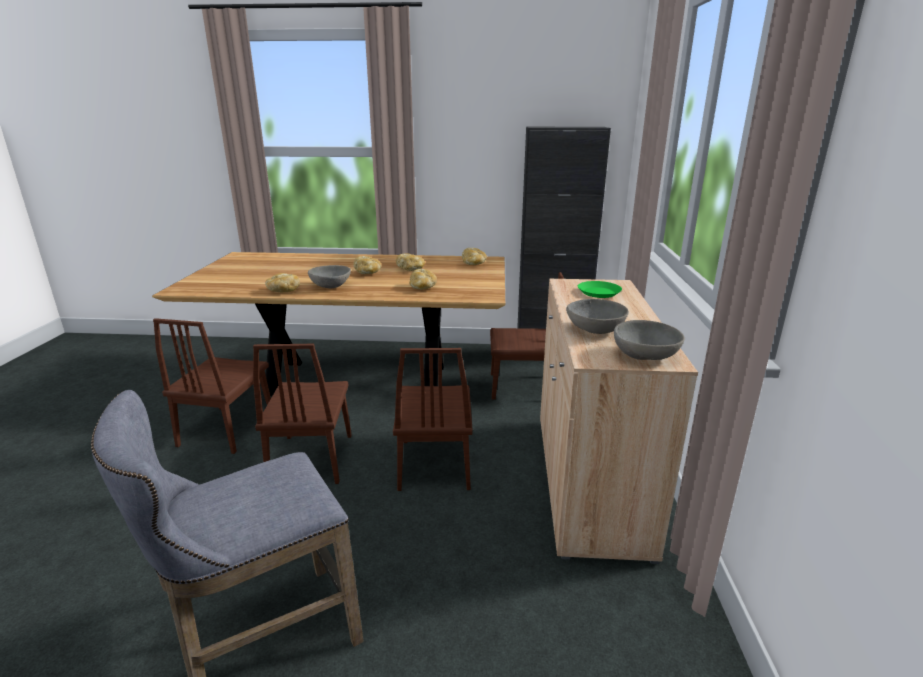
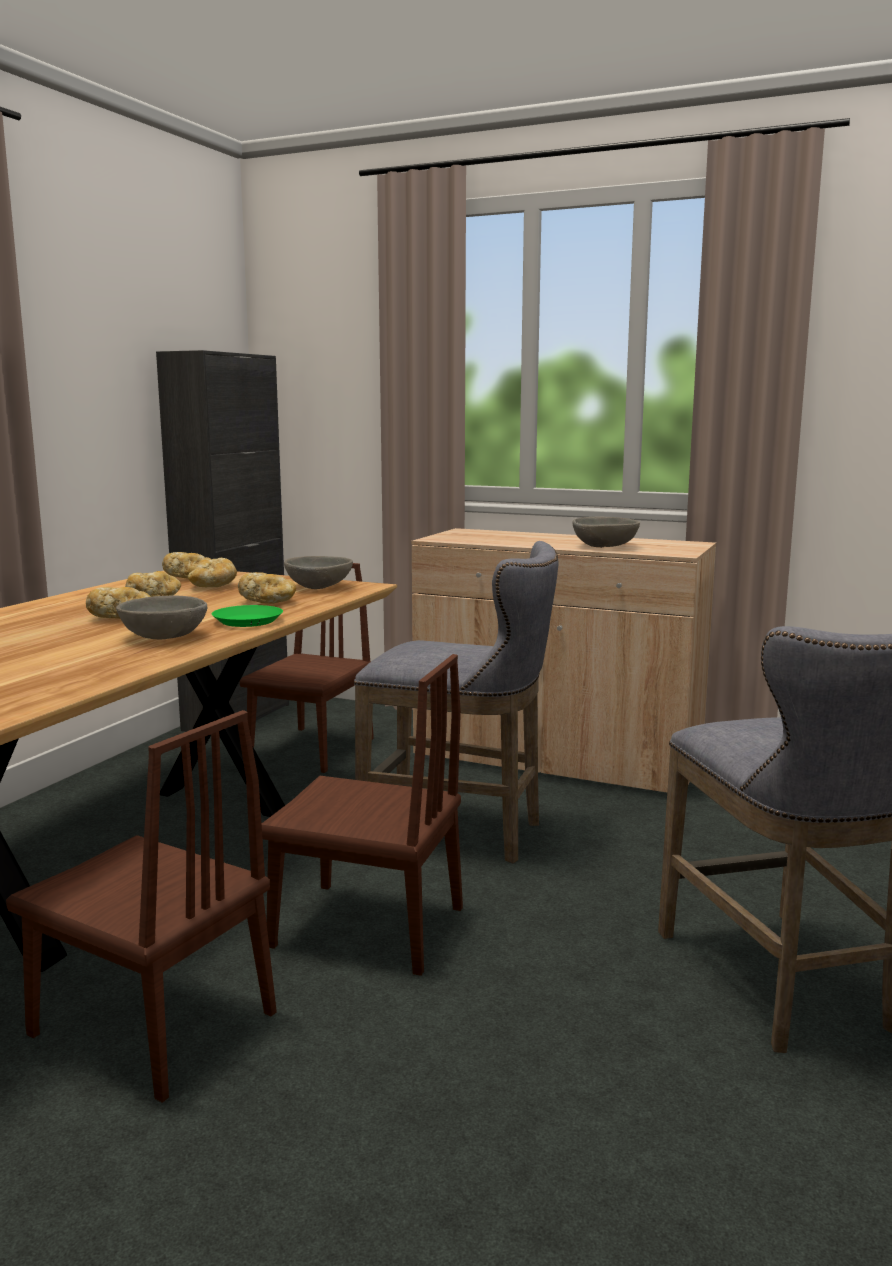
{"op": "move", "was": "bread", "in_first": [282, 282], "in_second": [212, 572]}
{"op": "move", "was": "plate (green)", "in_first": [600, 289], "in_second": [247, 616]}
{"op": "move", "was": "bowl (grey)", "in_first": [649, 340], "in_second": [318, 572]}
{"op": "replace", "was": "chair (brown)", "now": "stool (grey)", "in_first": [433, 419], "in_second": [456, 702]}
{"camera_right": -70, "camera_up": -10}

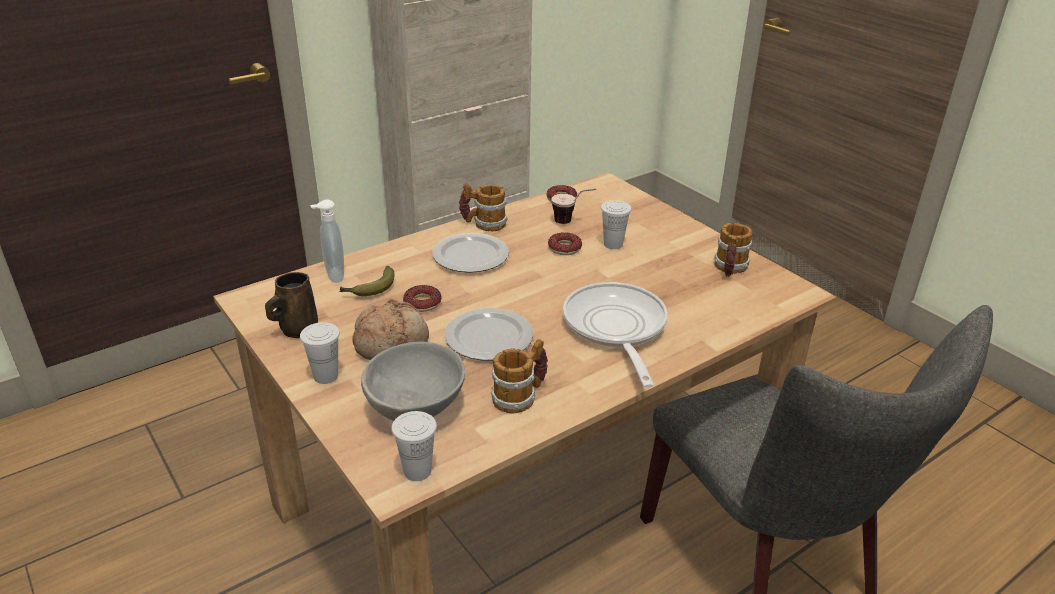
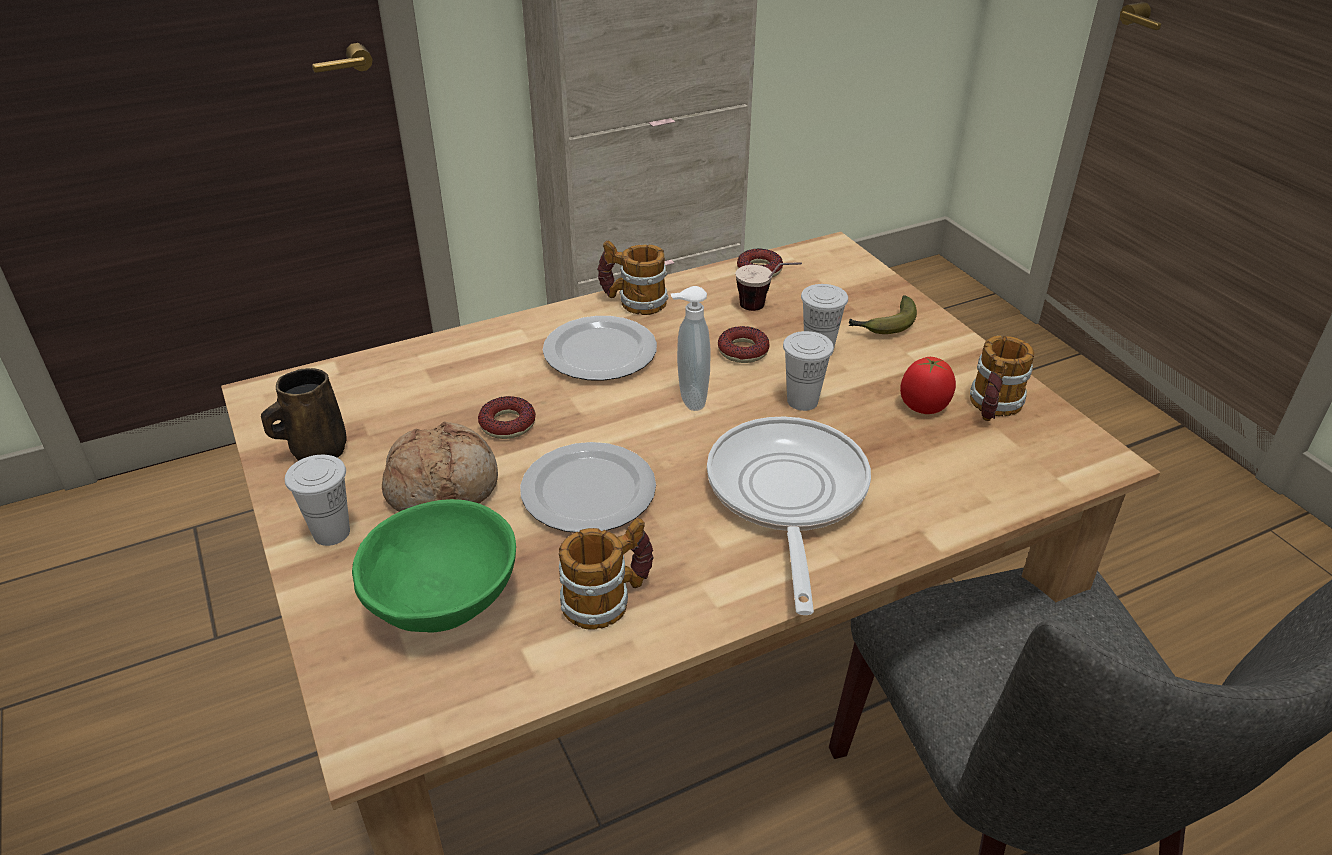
{"op": "insert", "now": "tomato", "in_second": [928, 385]}
{"op": "move", "was": "soap dispenser", "in_first": [327, 241], "in_second": [690, 348]}
{"op": "move", "was": "banana", "in_first": [367, 281], "in_second": [883, 314]}
{"op": "move", "was": "cup (white)", "in_first": [414, 446], "in_second": [808, 371]}
{"op": "recolor", "was": "bowl (grey)", "now": "bowl (green)", "in_first": [413, 381], "in_second": [434, 565]}
{"camera_right": 10, "camera_up": 5}

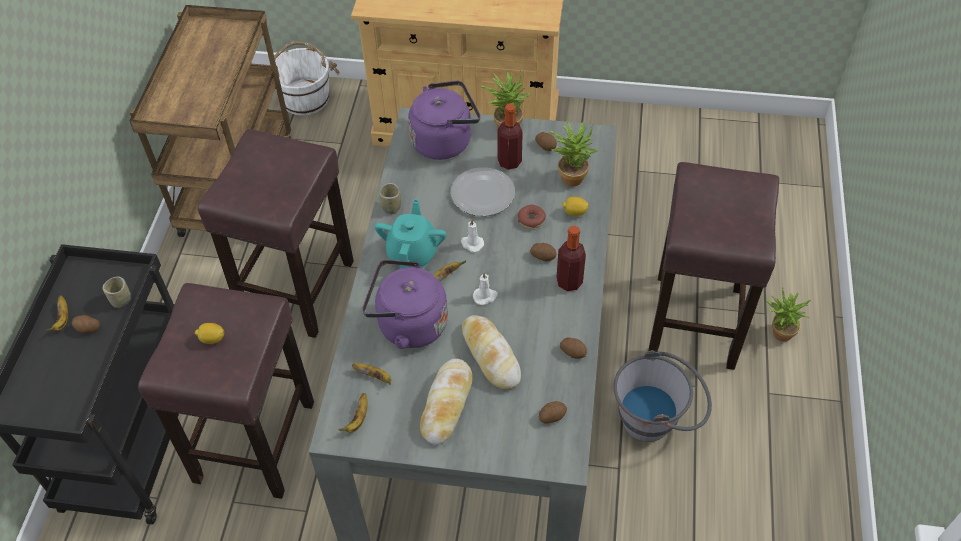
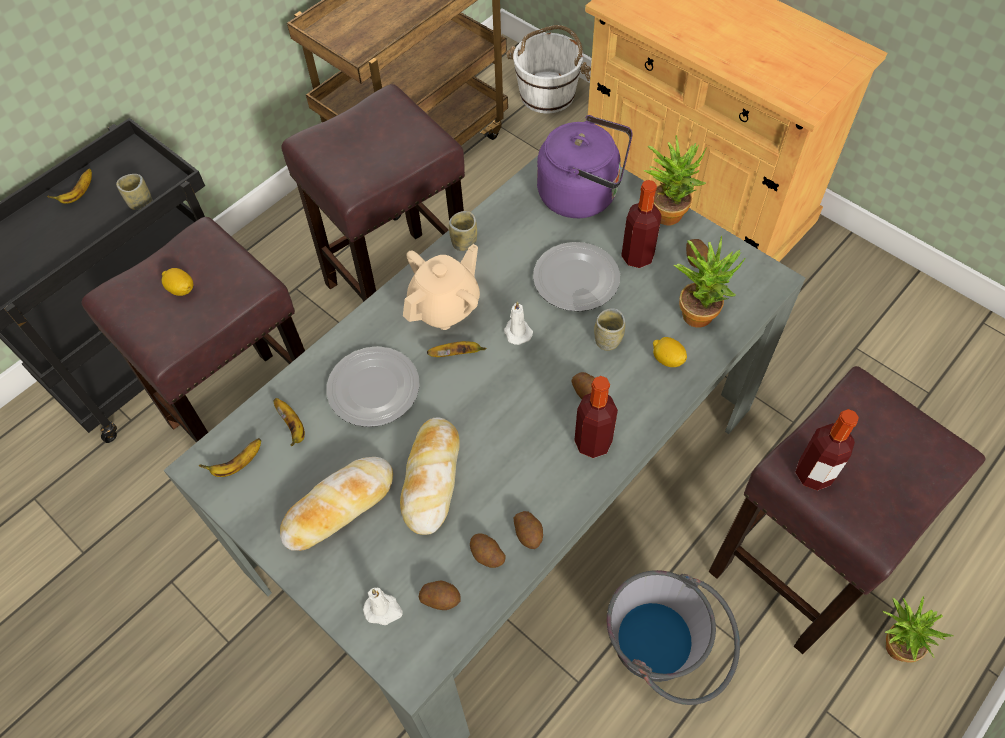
{"op": "insert", "now": "bottle", "in_second": [827, 449]}
{"op": "move", "was": "potato", "in_first": [86, 324], "in_second": [488, 550]}
{"op": "move", "was": "candle (white)", "in_first": [485, 288], "in_second": [383, 606]}
{"op": "replace", "was": "kettle (purple)", "now": "plate", "in_first": [405, 304], "in_second": [373, 386]}
{"op": "replace", "was": "donut", "now": "cup", "in_first": [532, 216], "in_second": [609, 329]}
{"op": "recolor", "was": "teapot (turquoise)", "now": "teapot (beige)", "in_first": [410, 233], "in_second": [441, 287]}
{"camera_right": 35, "camera_up": 5}

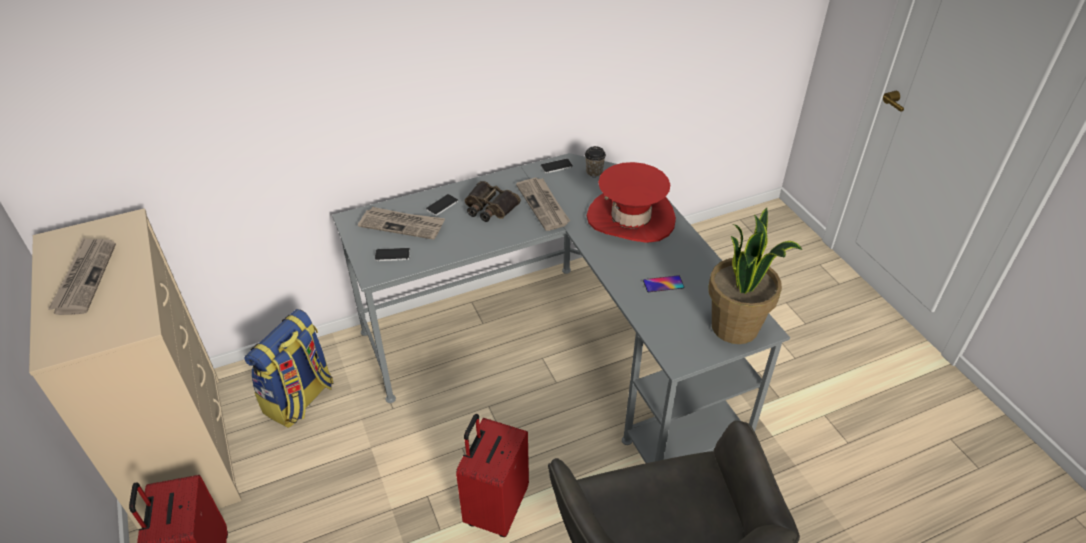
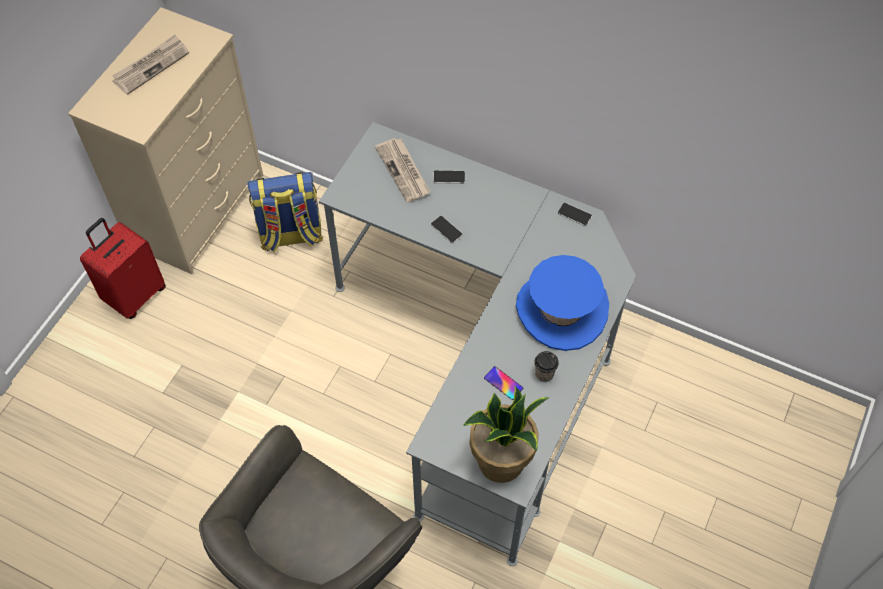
{"op": "delete", "was": "suitcase (red)", "in_first": [492, 475]}
{"op": "delete", "was": "binoculars", "in_first": [493, 201]}
{"op": "delete", "was": "newspaper", "in_first": [543, 204]}
{"op": "move", "was": "phone", "in_first": [392, 254], "in_second": [447, 229]}
{"op": "move", "was": "cup", "in_first": [595, 161], "in_second": [546, 366]}
{"op": "recolor", "was": "hat (red)", "now": "hat (blue)", "in_first": [631, 202], "in_second": [562, 303]}
{"camera_right": 50, "camera_up": 15}

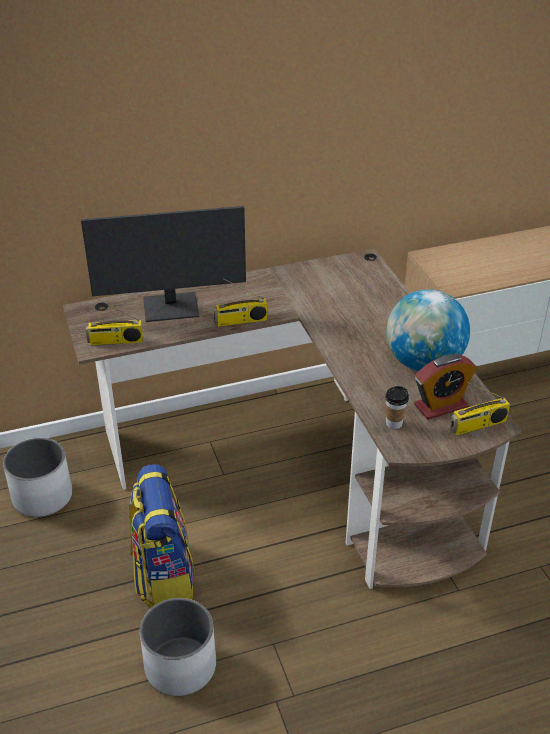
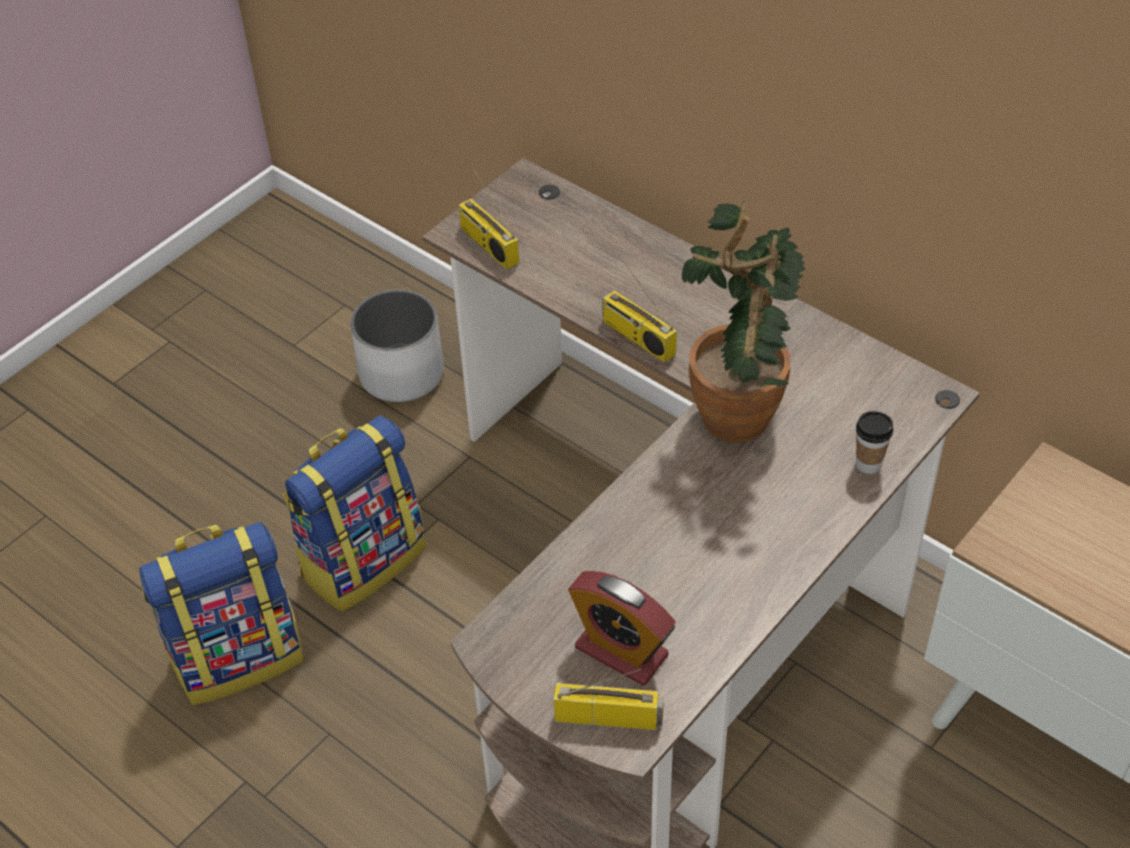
{"op": "delete", "was": "monitor", "in_first": [163, 264]}
{"op": "delete", "was": "globe", "in_first": [428, 330]}
{"op": "insert", "now": "potted plant", "in_second": [744, 318]}
{"op": "move", "was": "cup", "in_first": [397, 407], "in_second": [874, 442]}
{"op": "replace", "was": "planter (white)", "now": "backpack", "in_first": [178, 647], "in_second": [222, 613]}
{"op": "rotate", "was": "radio", "in_first": [480, 409], "in_second": [609, 699], "clockwise": 150}
{"camera_right": 60, "camera_up": 10}

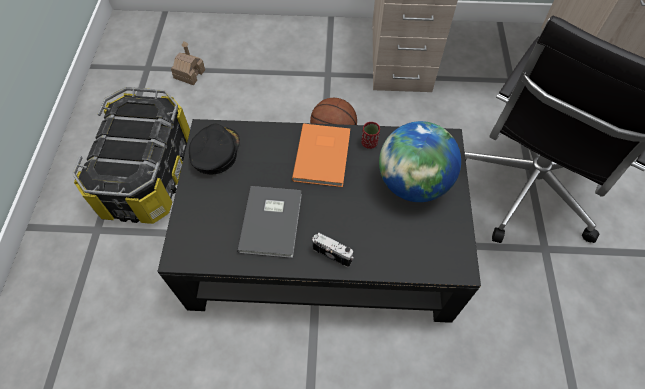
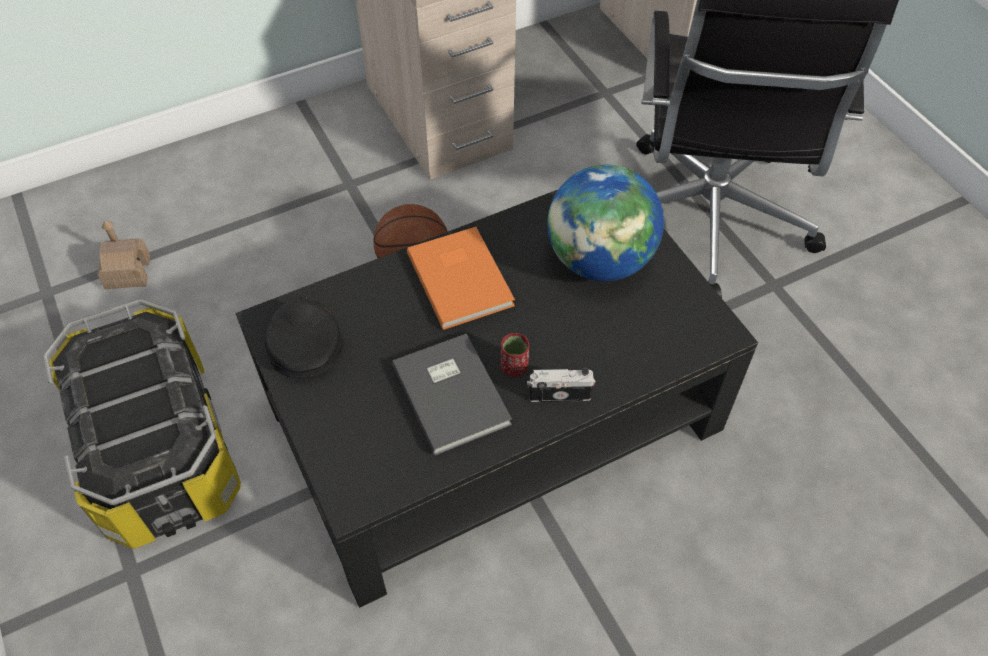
{"op": "move", "was": "cup (red)", "in_first": [370, 135], "in_second": [515, 355]}
{"camera_right": -30, "camera_up": -5}

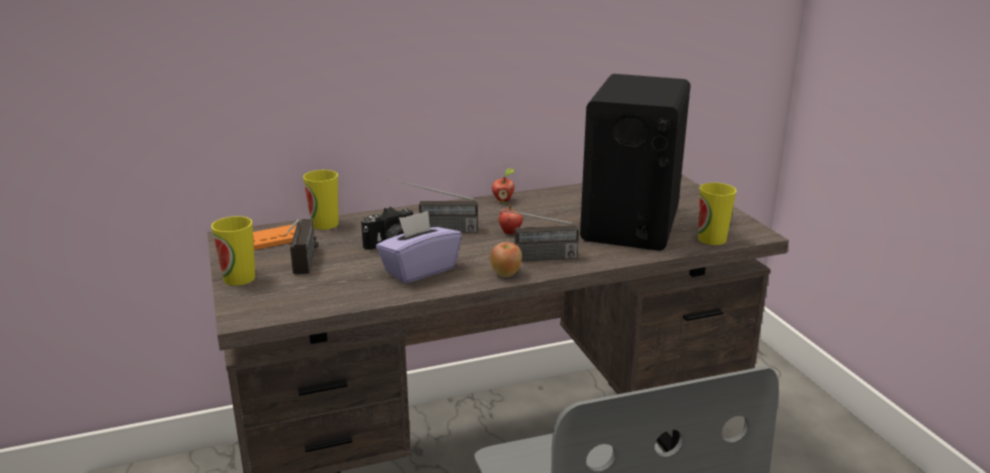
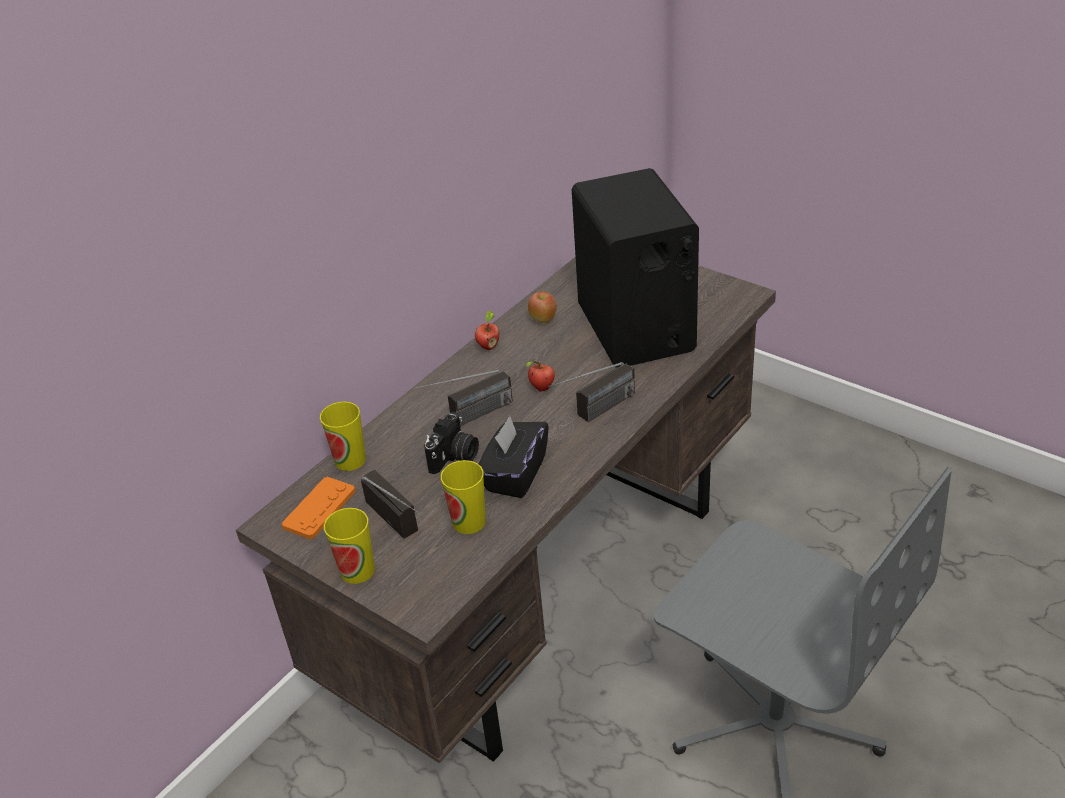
{"op": "move", "was": "apple", "in_first": [506, 259], "in_second": [542, 307]}
{"op": "move", "was": "cup", "in_first": [717, 214], "in_second": [463, 497]}
{"op": "recolor", "was": "tissue box (purple)", "now": "tissue box (black)", "in_first": [419, 247], "in_second": [514, 457]}
{"camera_right": -30, "camera_up": 15}

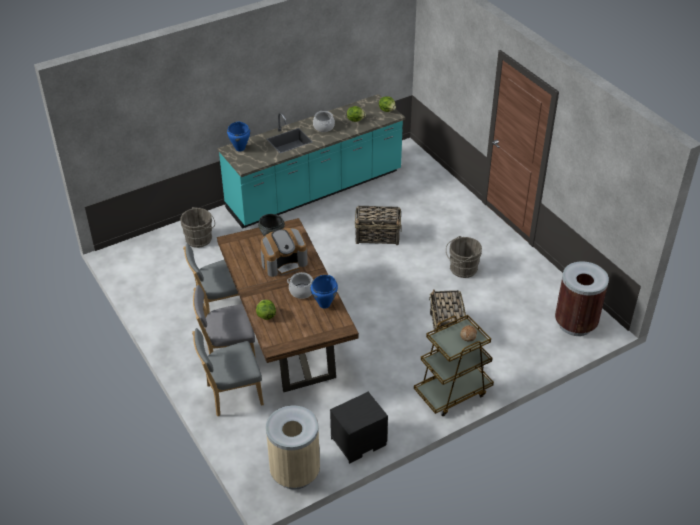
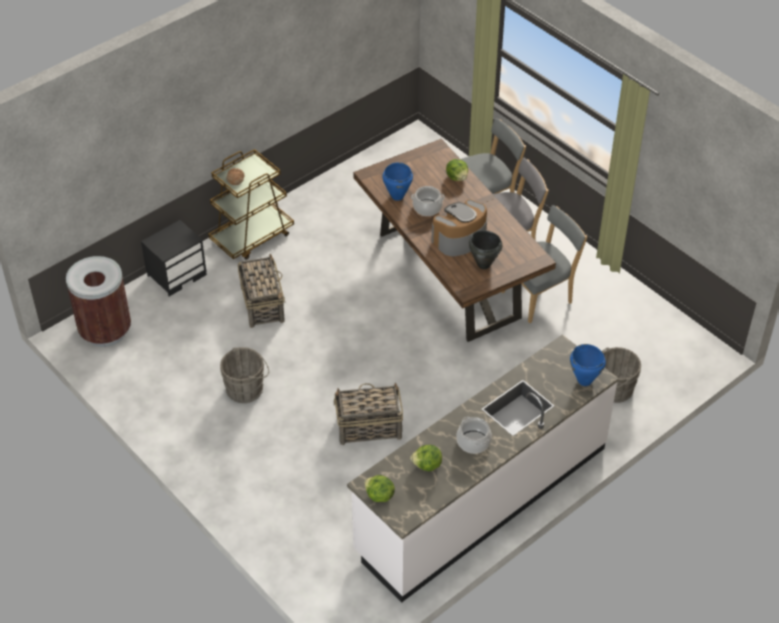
{"op": "delete", "was": "trash can (beige)", "in_first": [293, 447]}
{"op": "move", "was": "nightstand (black)", "in_first": [359, 428], "in_second": [174, 258]}
{"op": "recolor", "was": "counter (turquoise)", "now": "counter (white)", "in_first": [311, 161], "in_second": [483, 468]}
{"camera_right": 170, "camera_up": 5}

